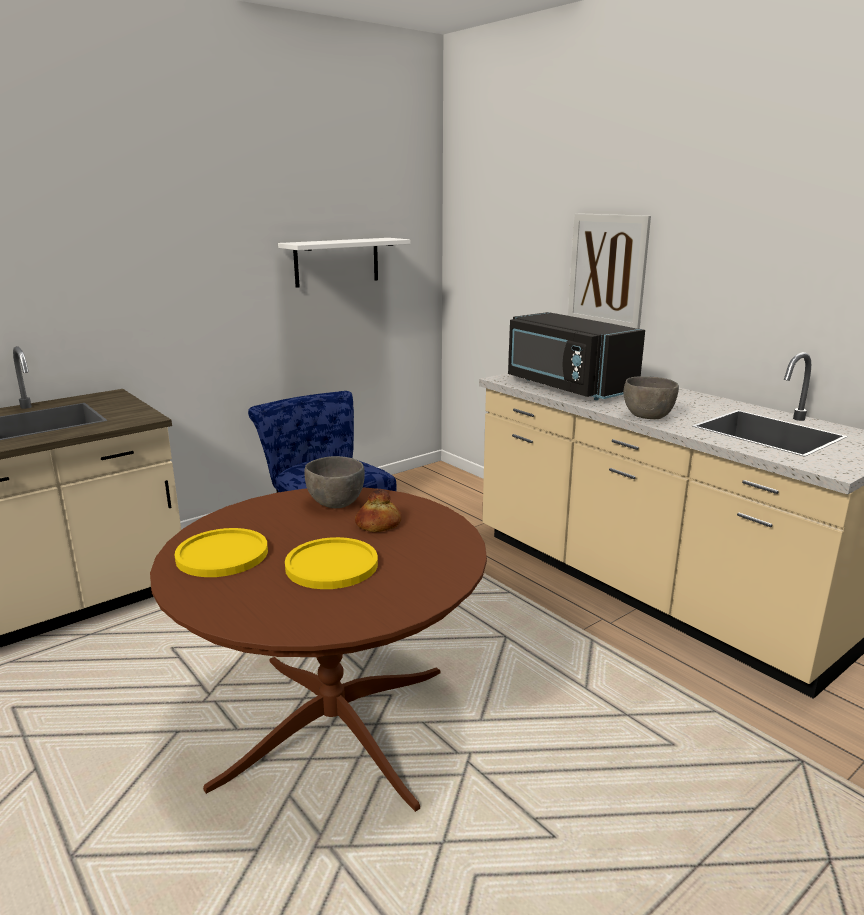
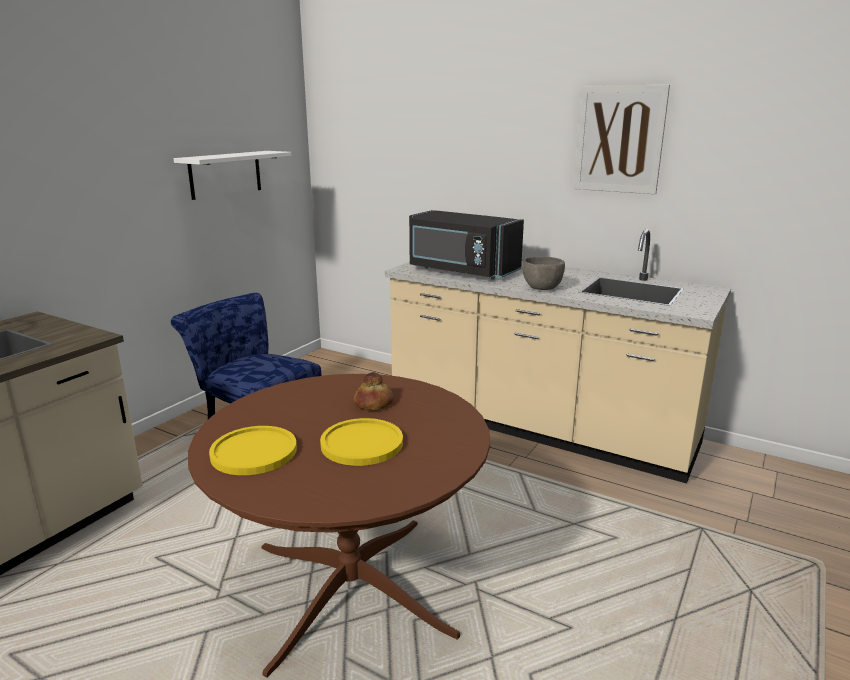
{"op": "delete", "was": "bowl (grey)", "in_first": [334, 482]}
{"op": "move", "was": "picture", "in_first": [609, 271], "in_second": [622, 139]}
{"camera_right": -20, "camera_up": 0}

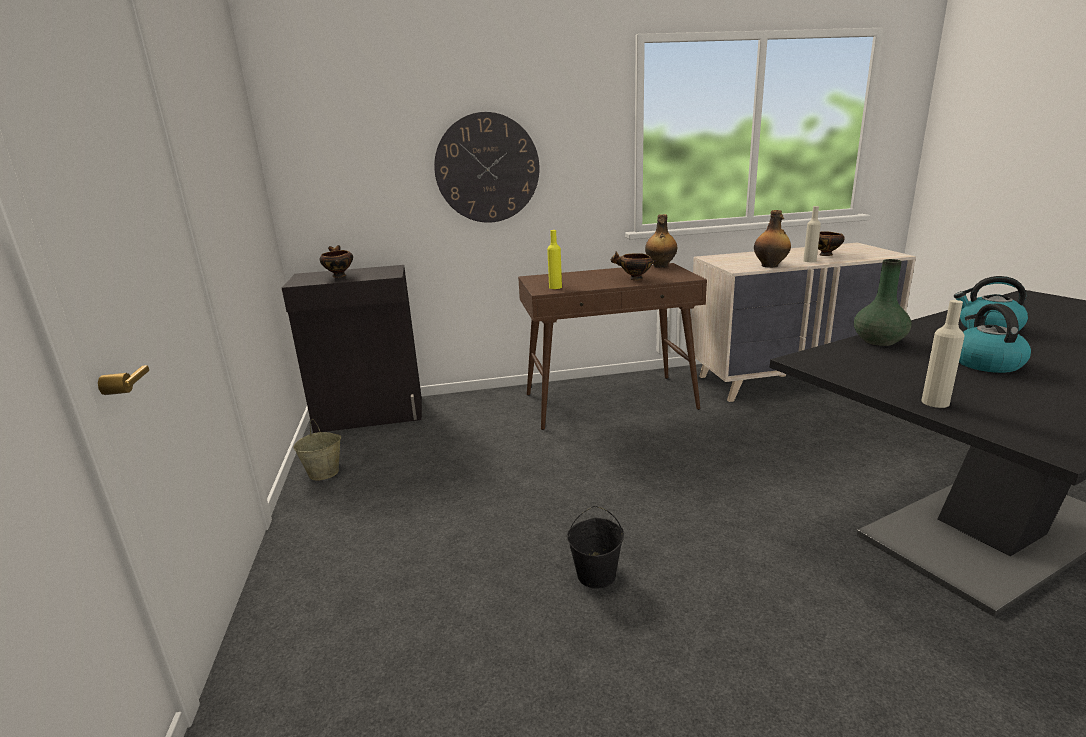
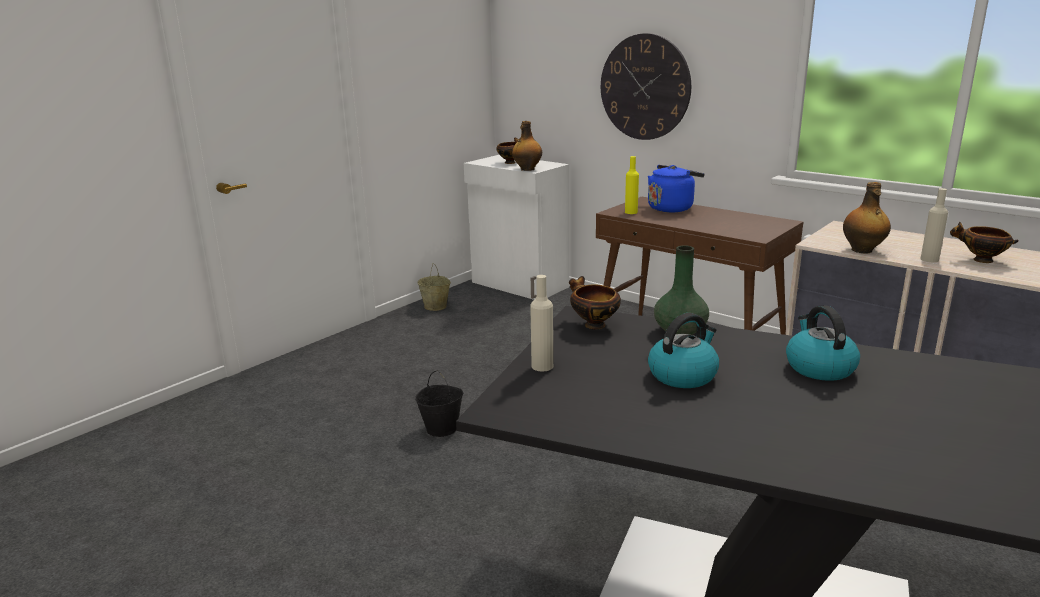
{"op": "insert", "now": "kettle (blue)", "in_second": [676, 188]}
{"op": "move", "was": "bowl", "in_first": [633, 265], "in_second": [595, 302]}
{"op": "move", "was": "bottle", "in_first": [661, 241], "in_second": [527, 146]}
{"op": "recolor", "was": "cabinet (black)", "now": "cabinet (white)", "in_first": [352, 349], "in_second": [516, 227]}
{"camera_right": 50, "camera_up": 0}

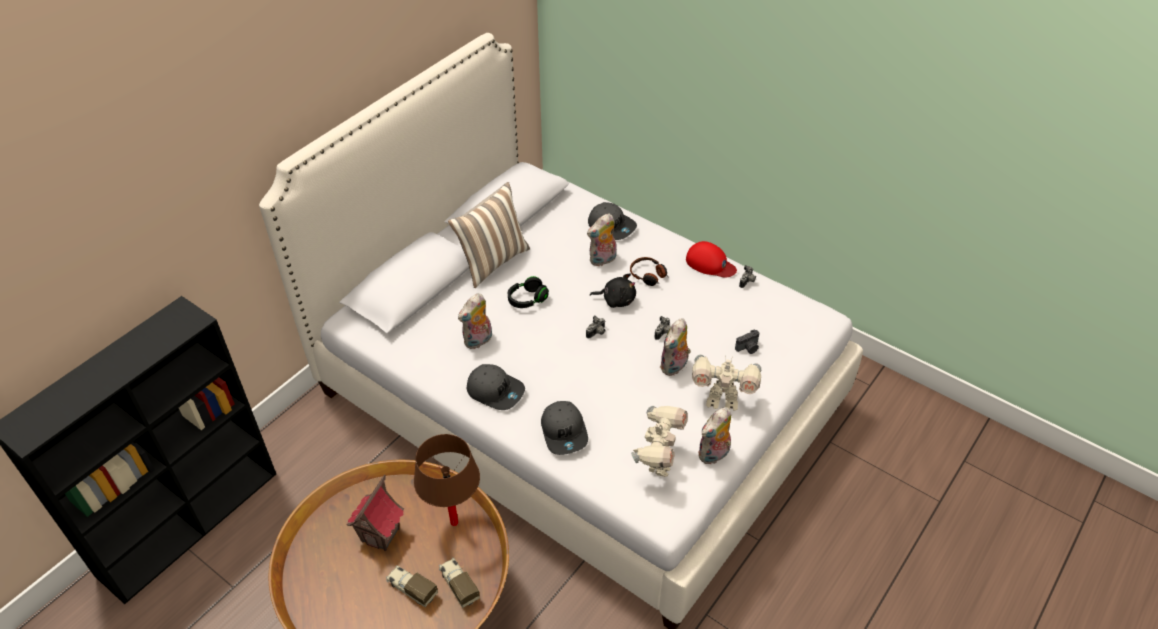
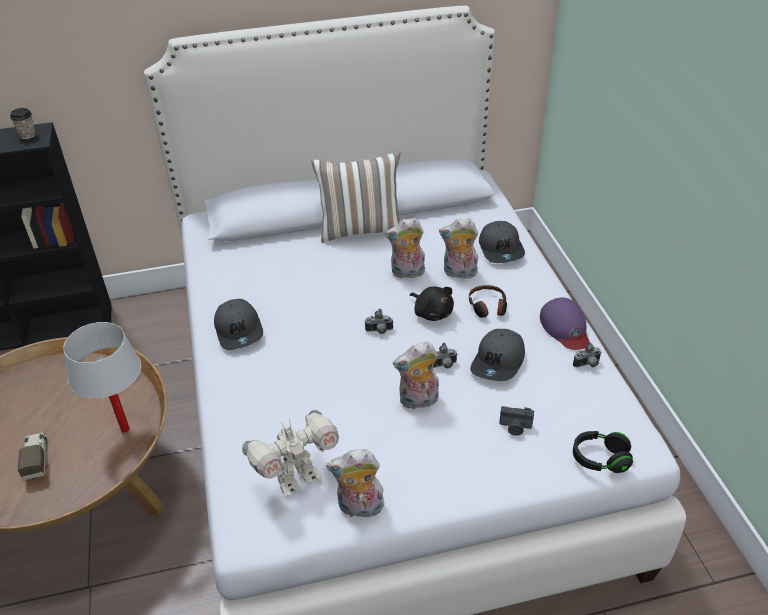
{"op": "delete", "was": "toy house", "in_first": [375, 513]}
{"op": "delete", "was": "toy truck", "in_first": [459, 583]}
{"op": "delete", "was": "toy robot", "in_first": [726, 383]}
{"op": "insert", "now": "cup", "in_second": [23, 123]}
{"op": "move", "was": "plush toy", "in_first": [475, 321], "in_second": [405, 248]}
{"op": "move", "was": "headphones (black)", "in_first": [528, 292], "in_second": [603, 452]}
{"op": "move", "was": "cap (grey)", "in_first": [564, 428], "in_second": [497, 355]}
{"op": "recolor", "was": "table lamp (brown)", "now": "table lamp (white)", "in_first": [447, 480], "in_second": [102, 377]}
{"op": "recolor", "was": "cap (red)", "now": "cap (purple)", "in_first": [711, 259], "in_second": [564, 323]}
{"camera_right": 40, "camera_up": -5}

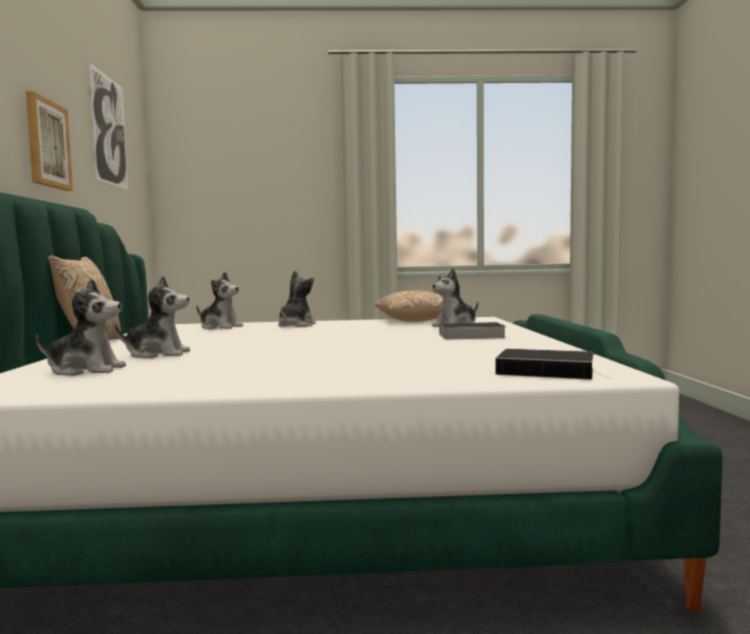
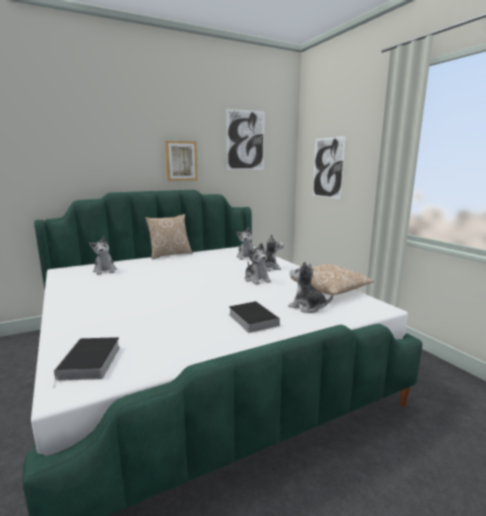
{"op": "insert", "now": "picture", "in_second": [329, 167]}
{"op": "move", "was": "plush toy", "in_first": [152, 317], "in_second": [258, 264]}
{"camera_right": 65, "camera_up": 10}

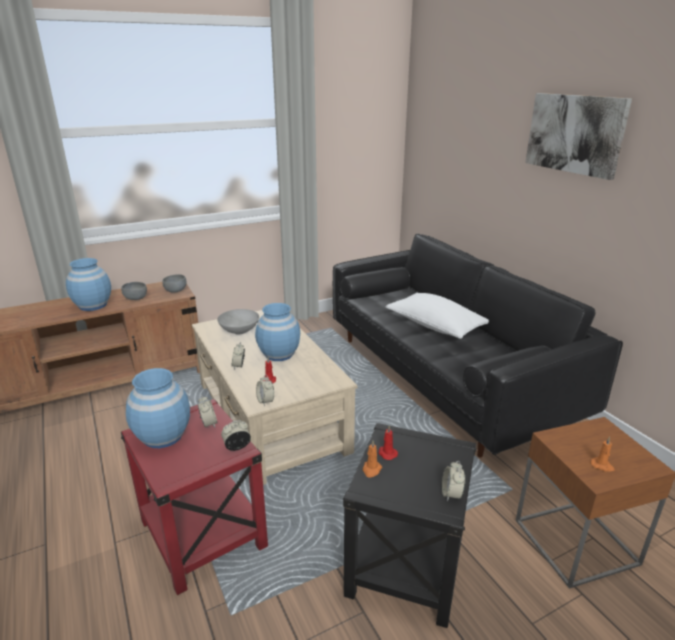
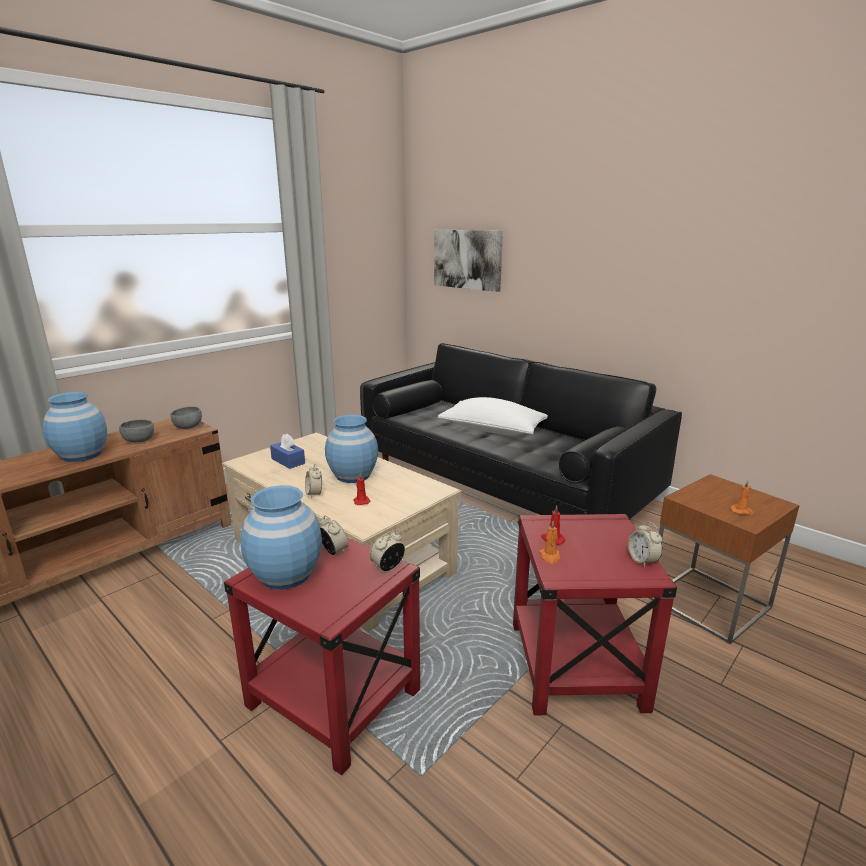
{"op": "delete", "was": "alarm clock", "in_first": [265, 390]}
{"op": "move", "was": "picture", "in_first": [578, 136], "in_second": [468, 261]}
{"op": "replace", "was": "bowl (grey)", "now": "tissue box (blue)", "in_first": [238, 322], "in_second": [287, 451]}
{"op": "recolor", "was": "side table (black)", "now": "side table (red)", "in_first": [410, 525], "in_second": [595, 614]}
{"camera_right": -20, "camera_up": -5}

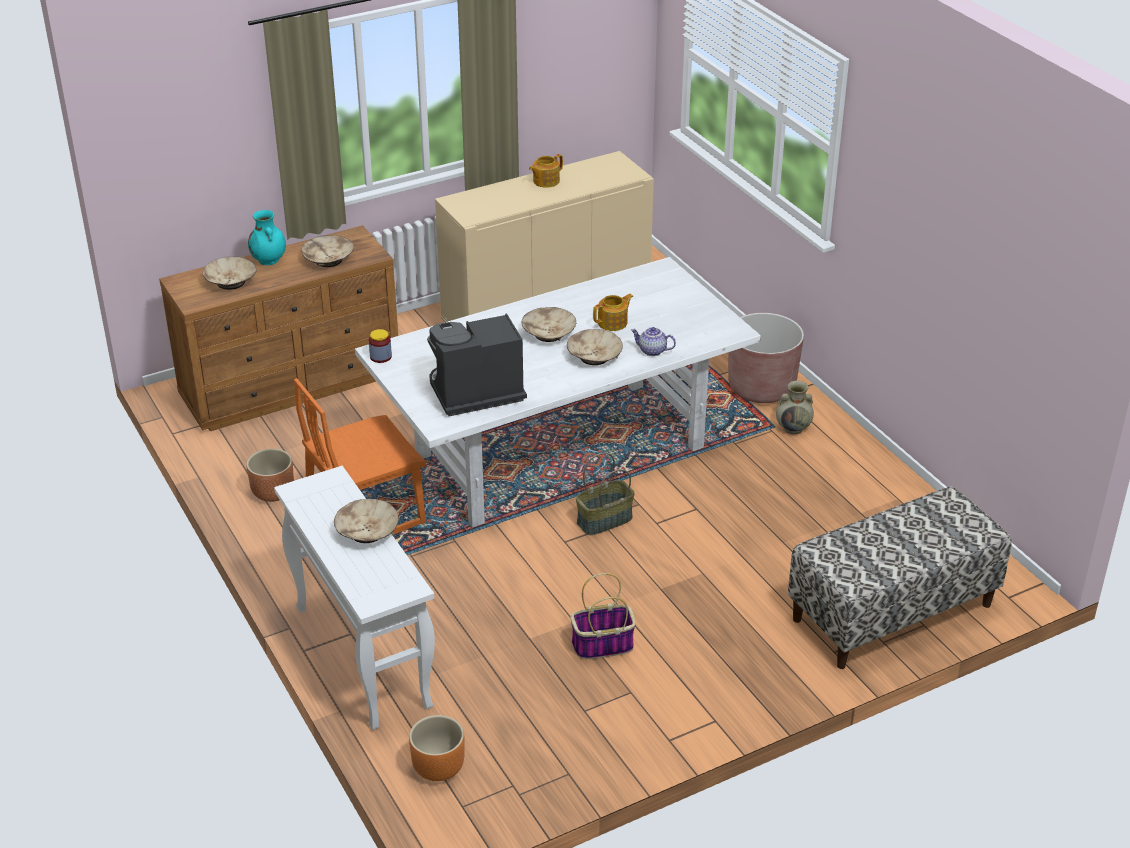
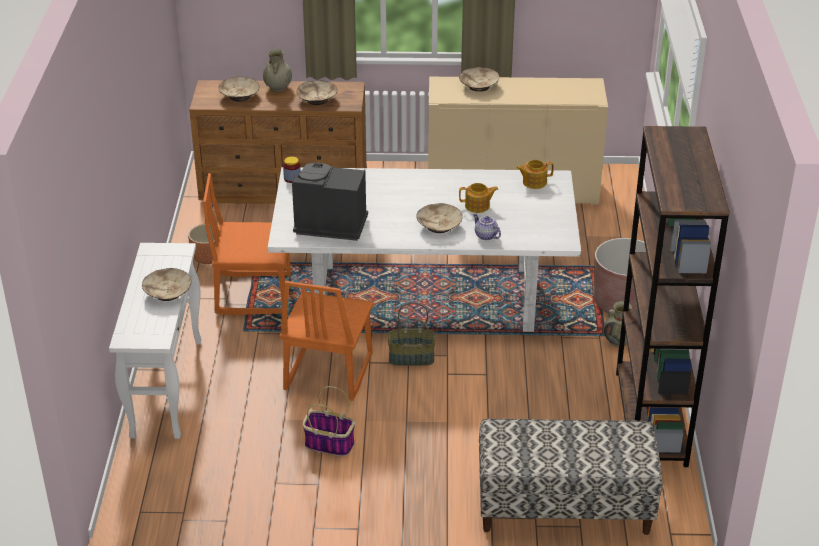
{"op": "delete", "was": "planter (orange)", "in_first": [437, 748]}
{"op": "insert", "now": "chair (orange)", "in_second": [326, 341]}
{"op": "insert", "now": "bookcase (brown)", "in_second": [673, 296]}
{"op": "move", "was": "bowl (beige)", "in_first": [549, 324], "in_second": [479, 79]}
{"op": "move", "was": "teapot", "in_first": [546, 171], "in_second": [535, 174]}
{"op": "recolor", "was": "vase (turquoise)", "now": "vase (beige)", "in_first": [267, 237], "in_second": [277, 70]}
{"camera_right": 30, "camera_up": 0}

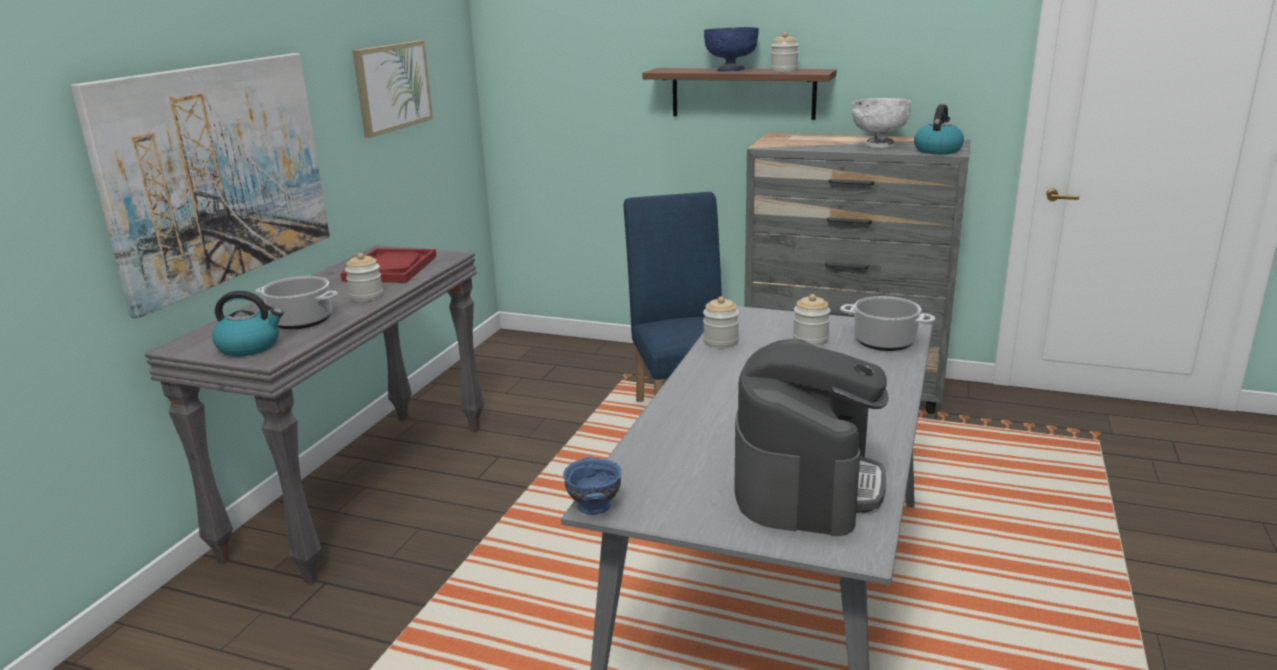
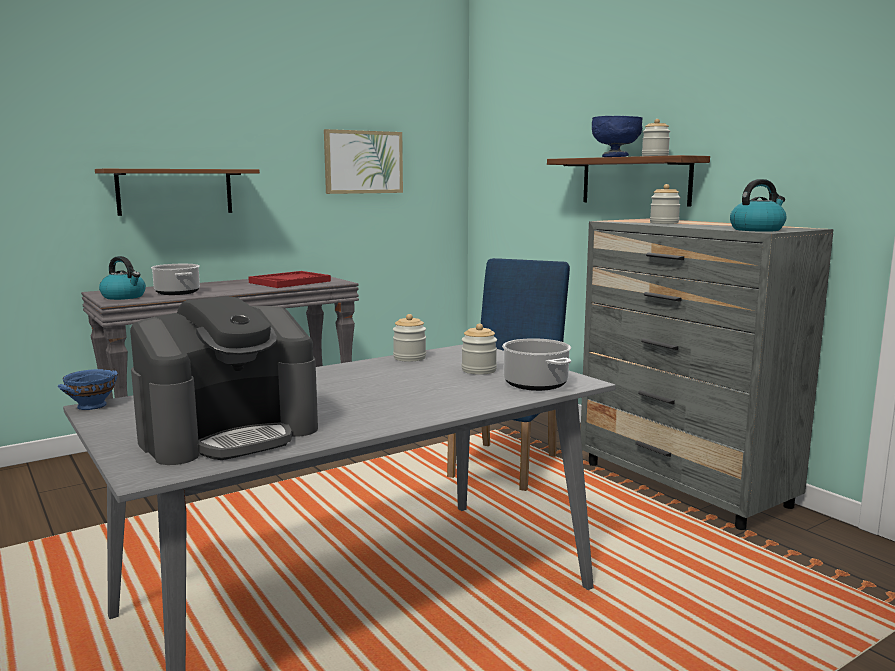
{"op": "delete", "was": "bowl (white)", "in_first": [881, 123]}
{"op": "move", "was": "jar", "in_first": [364, 277], "in_second": [665, 204]}
{"op": "replace", "was": "picture", "now": "shelf (brown)", "in_first": [200, 186], "in_second": [177, 192]}
{"camera_right": 35, "camera_up": -10}

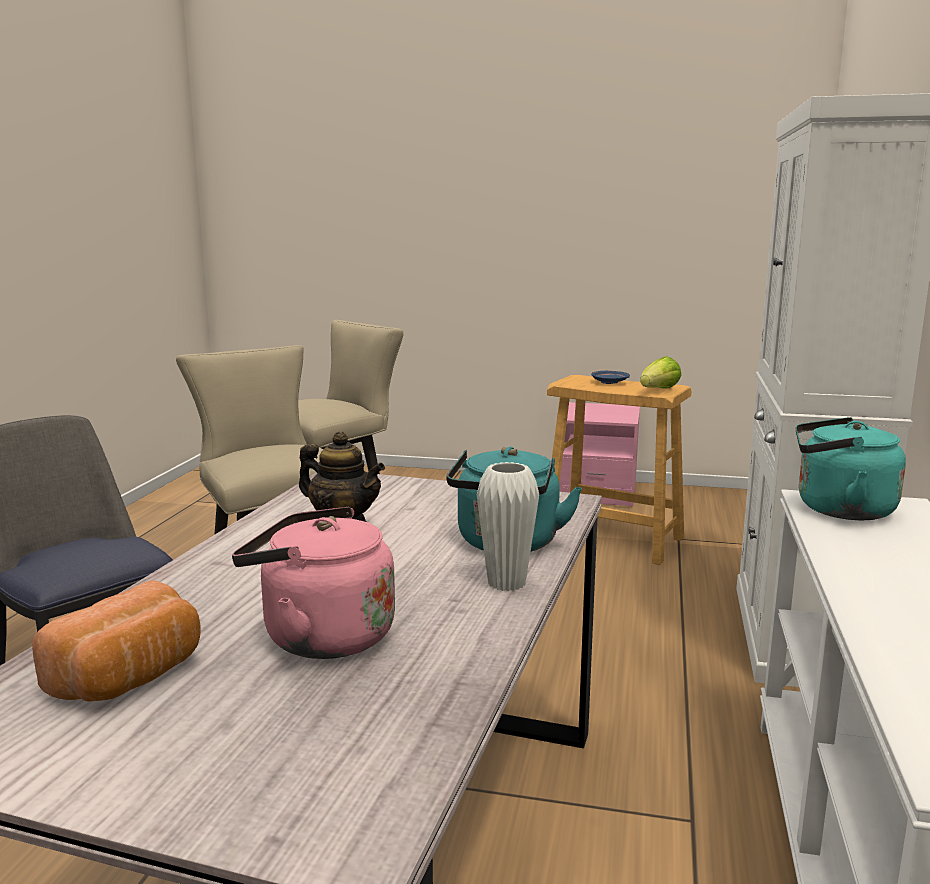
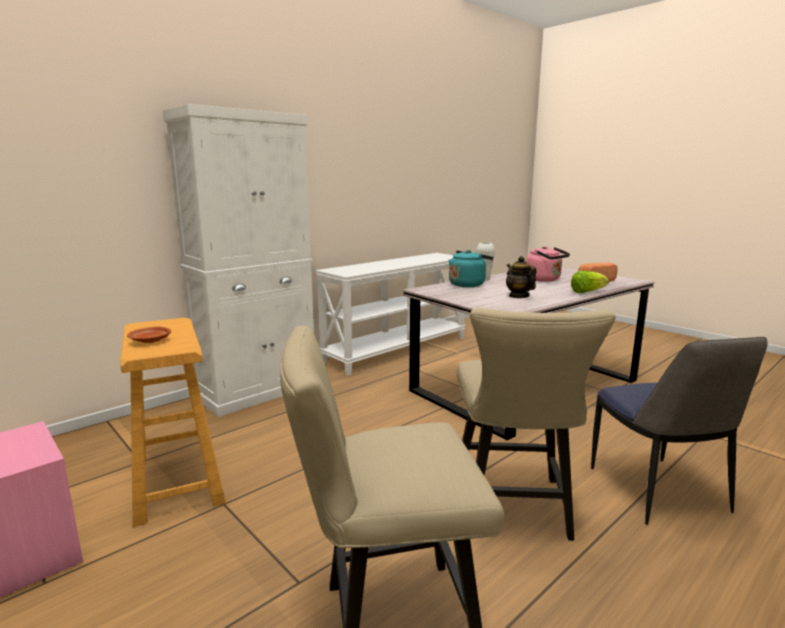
{"op": "delete", "was": "kettle (turquoise)", "in_first": [851, 468]}
{"op": "move", "was": "lettuce", "in_first": [661, 372], "in_second": [590, 282]}
{"op": "recolor", "was": "plate (blue)", "now": "plate (brown)", "in_first": [610, 377], "in_second": [149, 335]}
{"camera_right": -145, "camera_up": 0}

